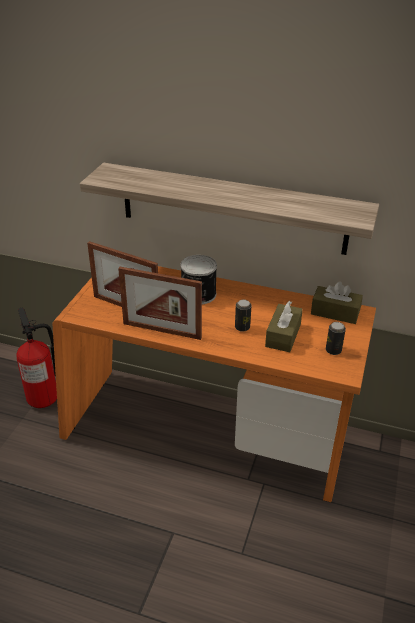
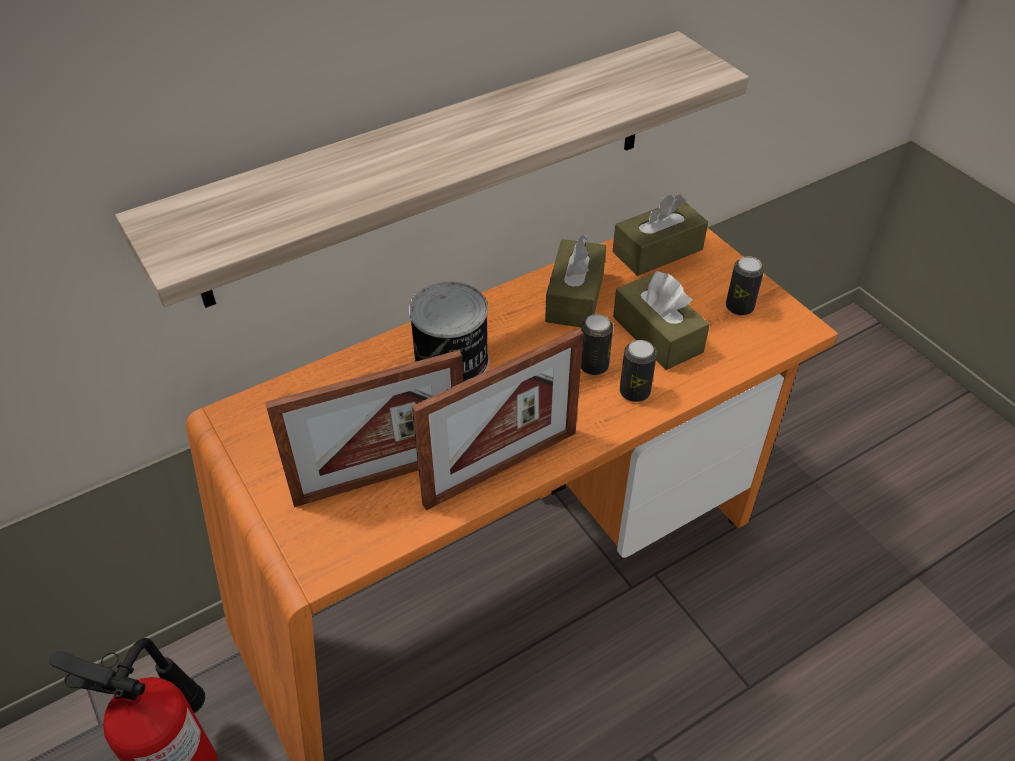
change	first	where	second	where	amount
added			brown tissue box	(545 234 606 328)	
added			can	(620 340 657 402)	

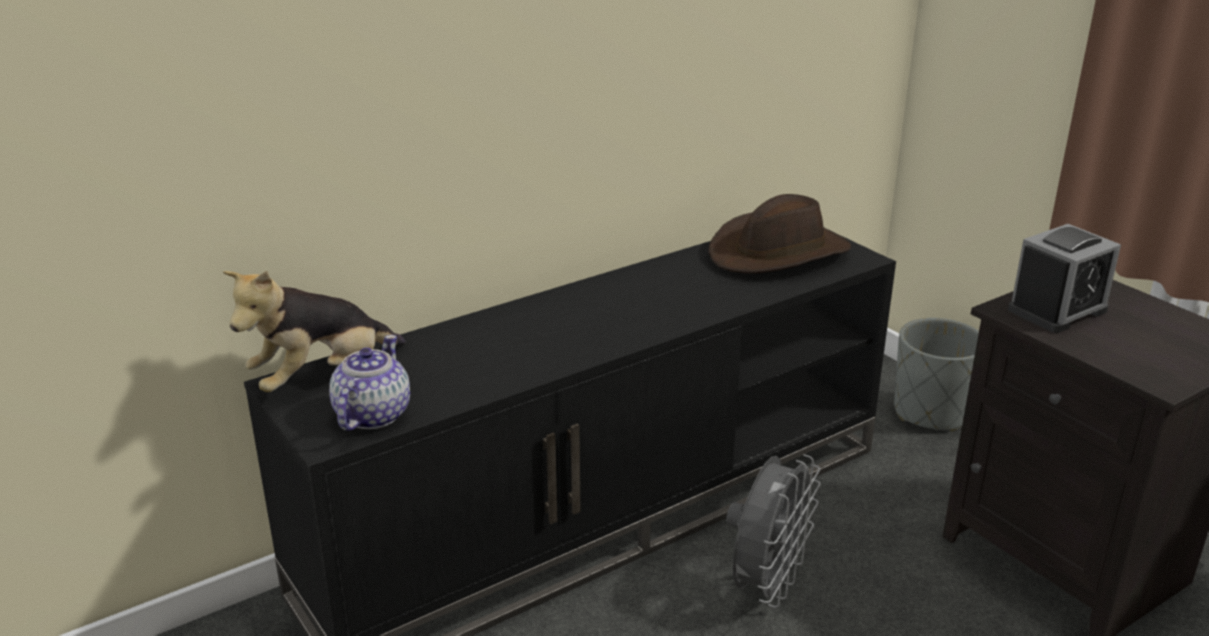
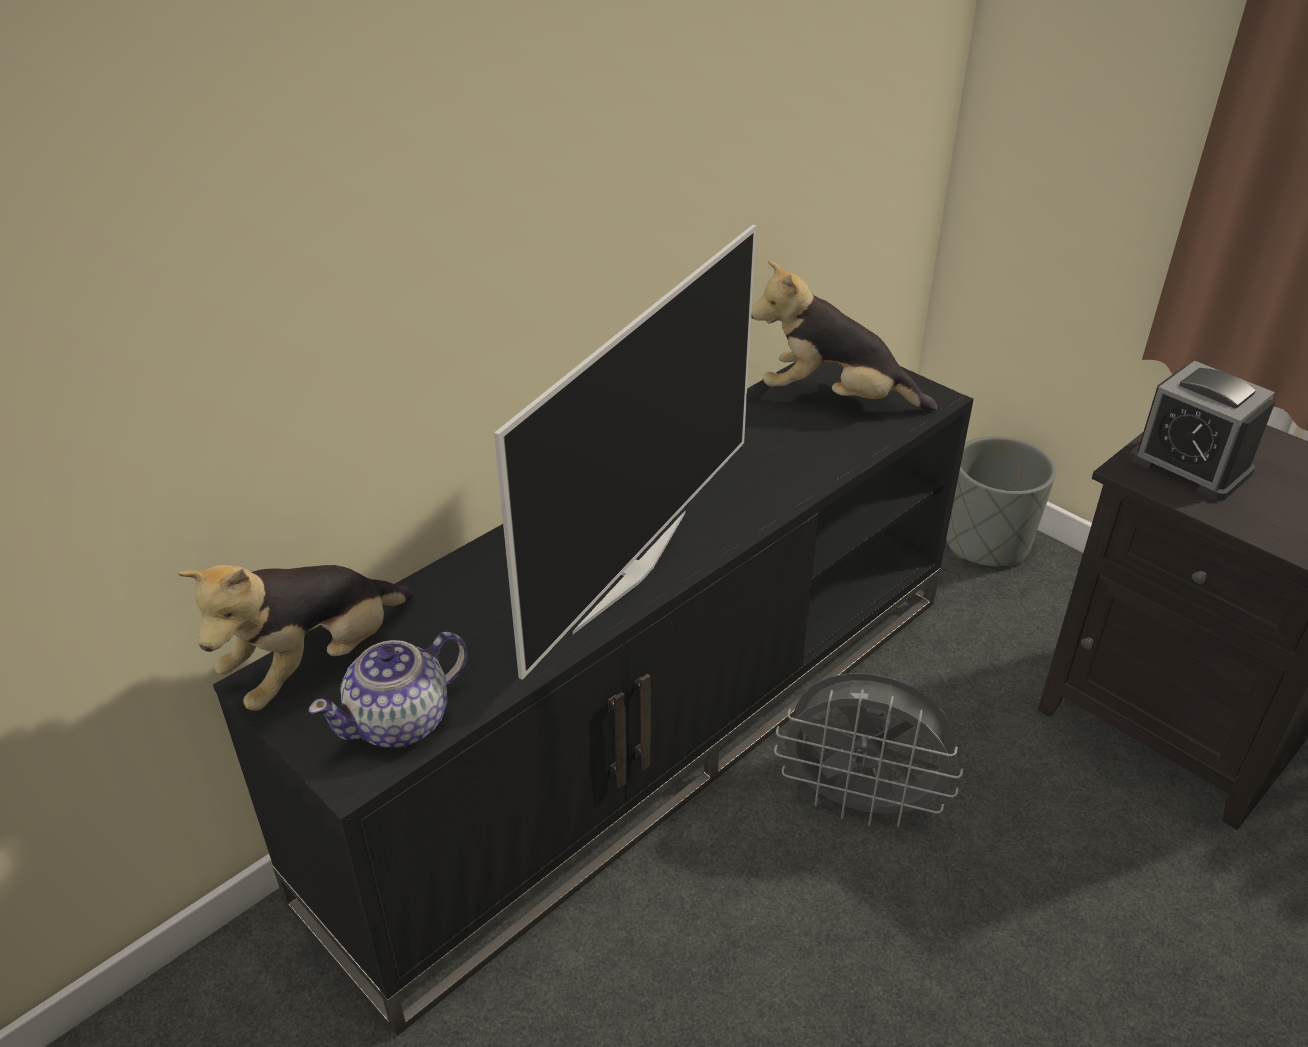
change	first	where	second	where	amount
added			television	(494 225 756 680)	
replaced	brown hat	(708 194 851 274)	plush toy	(751 260 937 411)	
turned	teapot	(329 335 410 431)		(309 631 468 748)	135 degrees counterclockwise
turned	grey fan	(726 454 821 608)		(774 673 963 827)	90 degrees clockwise
turned	alarm clock	(1008 224 1121 333)		(1130 361 1275 501)	90 degrees clockwise

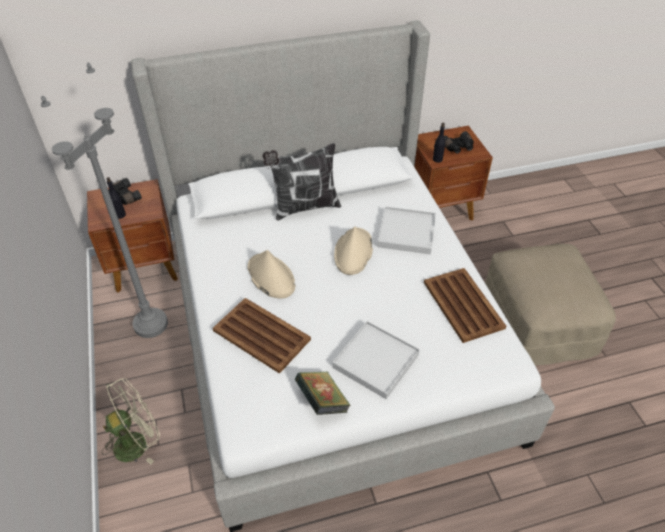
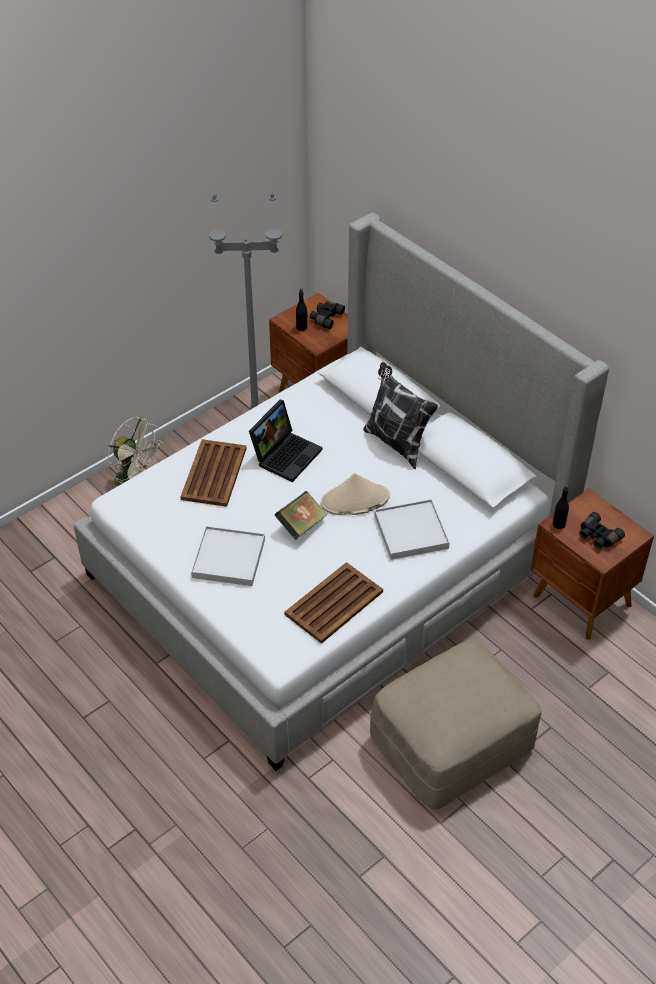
change	first	where	second	where	amount
moved	book	(295 372 350 415)		(275 491 327 540)	
replaced	beige hat	(247 250 295 299)	laptop	(249 400 322 482)	

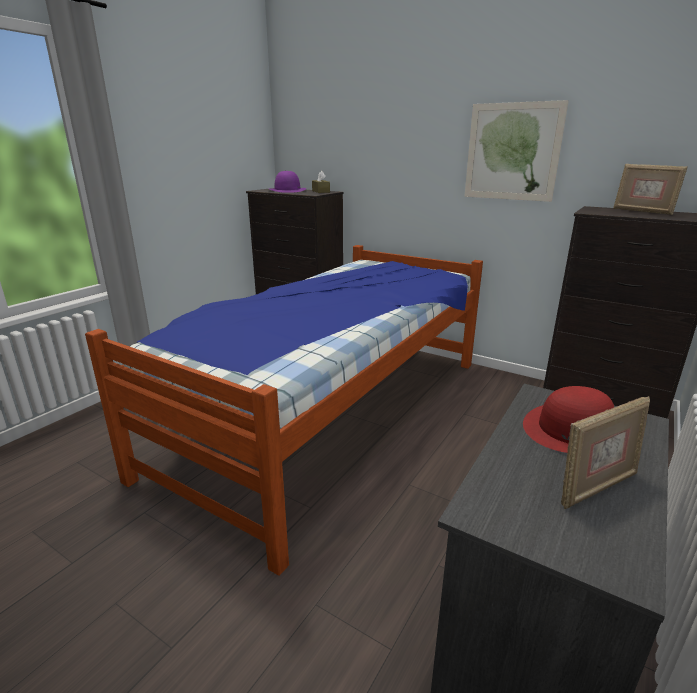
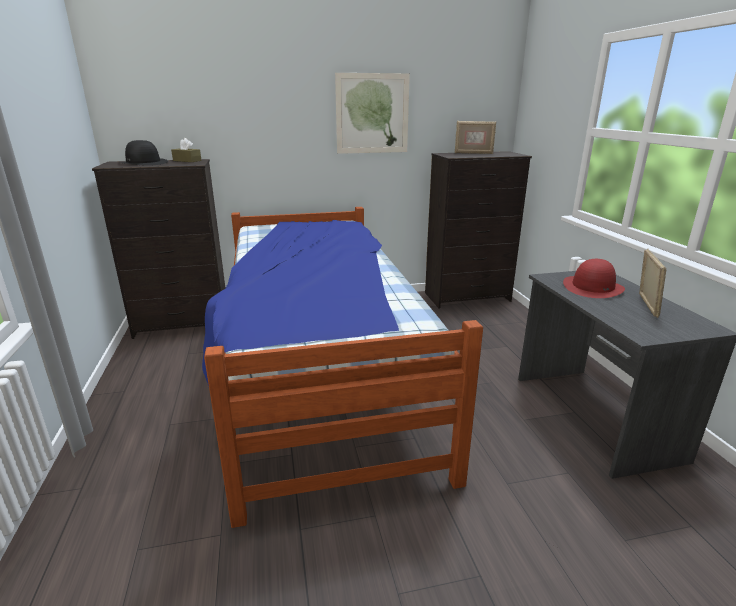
change	first	where	second	where	amount
recoloured	purple hat	(270 171 306 193)	black hat	(122 140 168 166)	

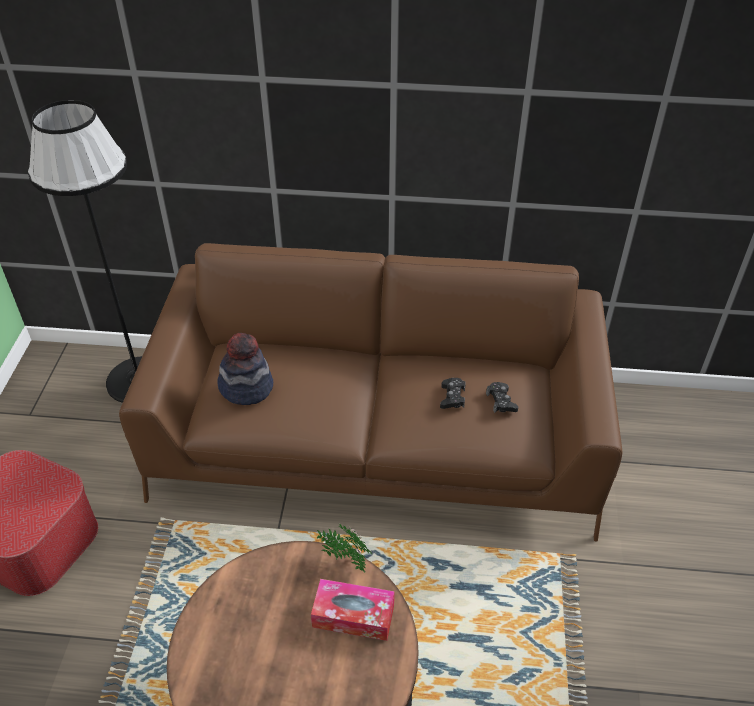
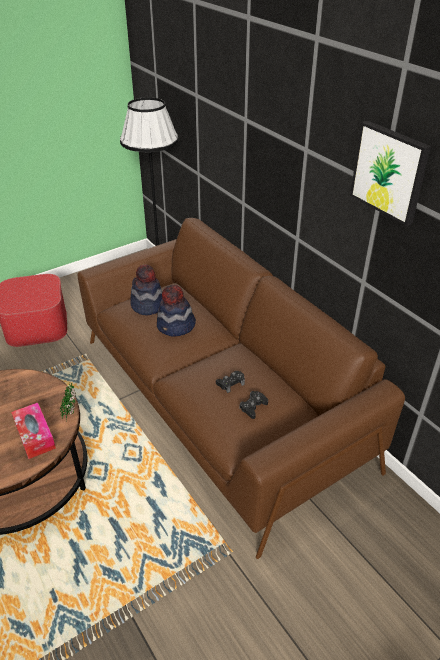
change	first	where	second	where	amount
added			hat	(157 285 196 337)	
added			picture	(350 121 431 226)	

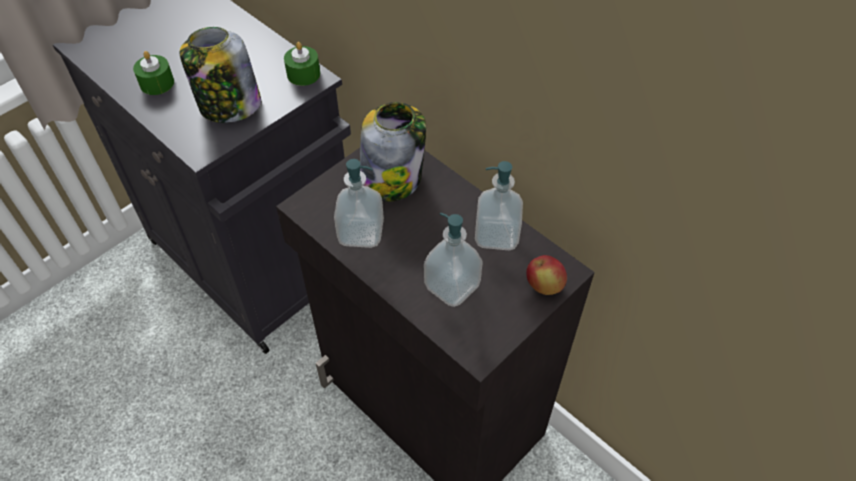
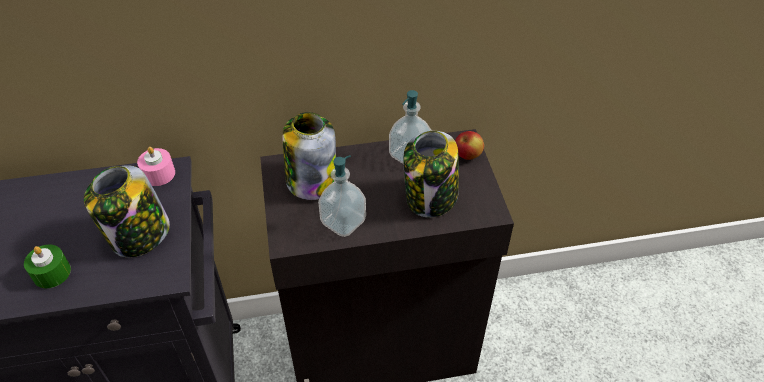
change	first	where	second	where	amount
replaced	soap dispenser	(424 213 483 307)	jar	(403 131 459 218)	
recoloured	green candle	(284 42 320 86)	pink candle	(137 147 175 186)	

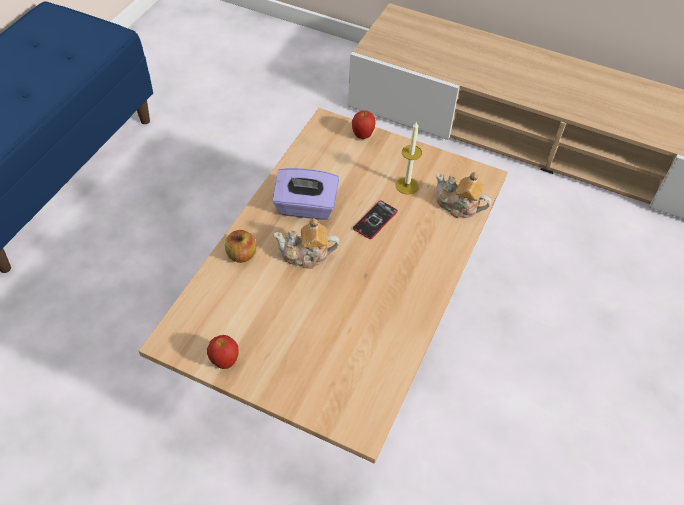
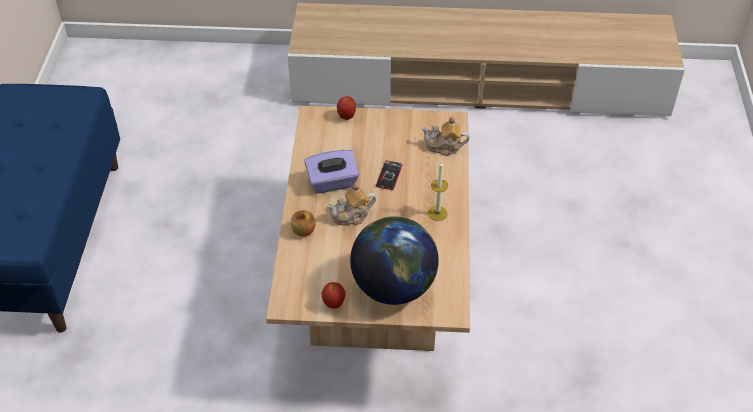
change	first	where	second	where	amount
added			globe	(350 216 439 305)	
moved	candle	(396 121 422 195)		(428 161 448 221)	

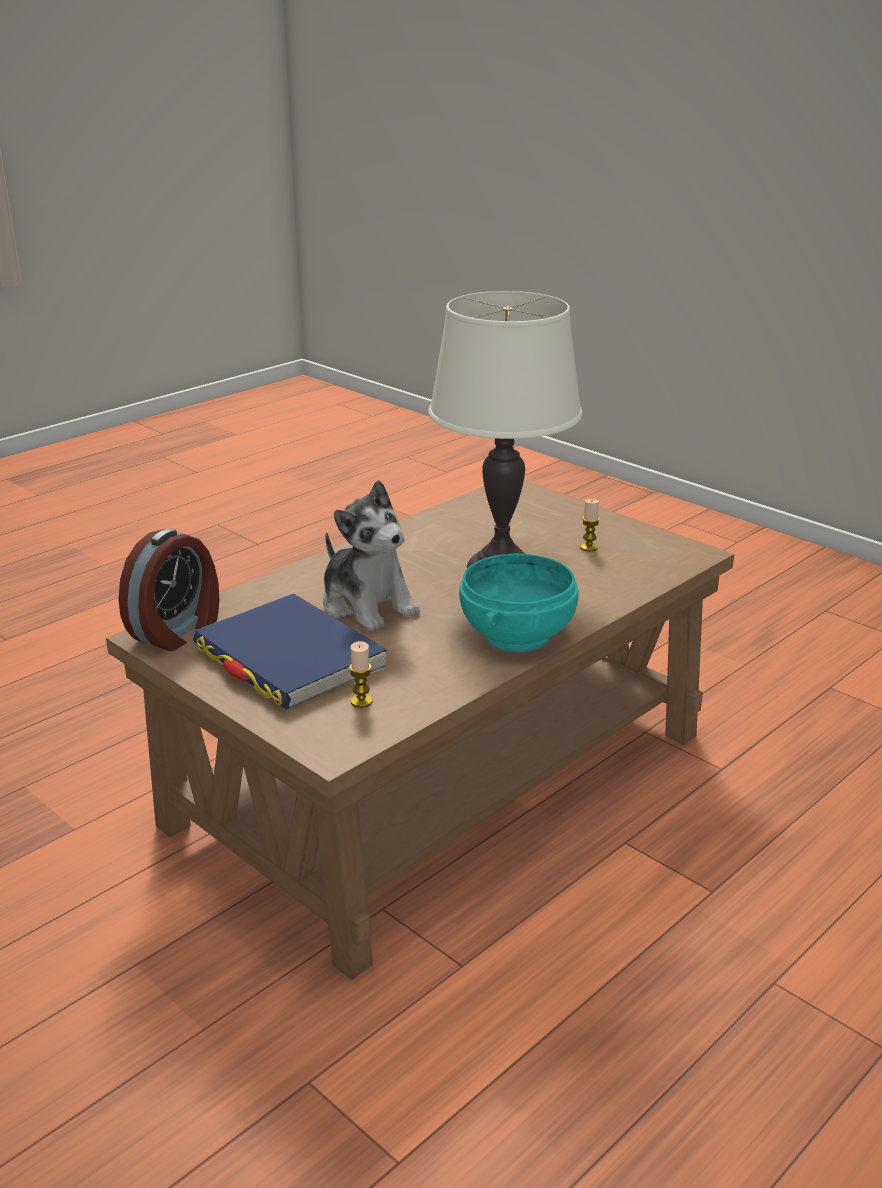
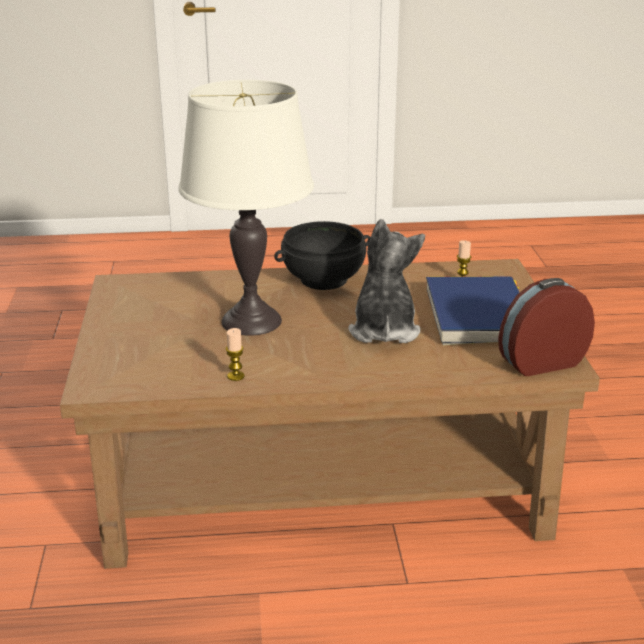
change	first	where	second	where	amount
moved	candle	(581 499 600 551)		(226 328 245 381)	
recoloured	turquoise bowl	(459 554 579 652)	black bowl	(274 221 371 290)	

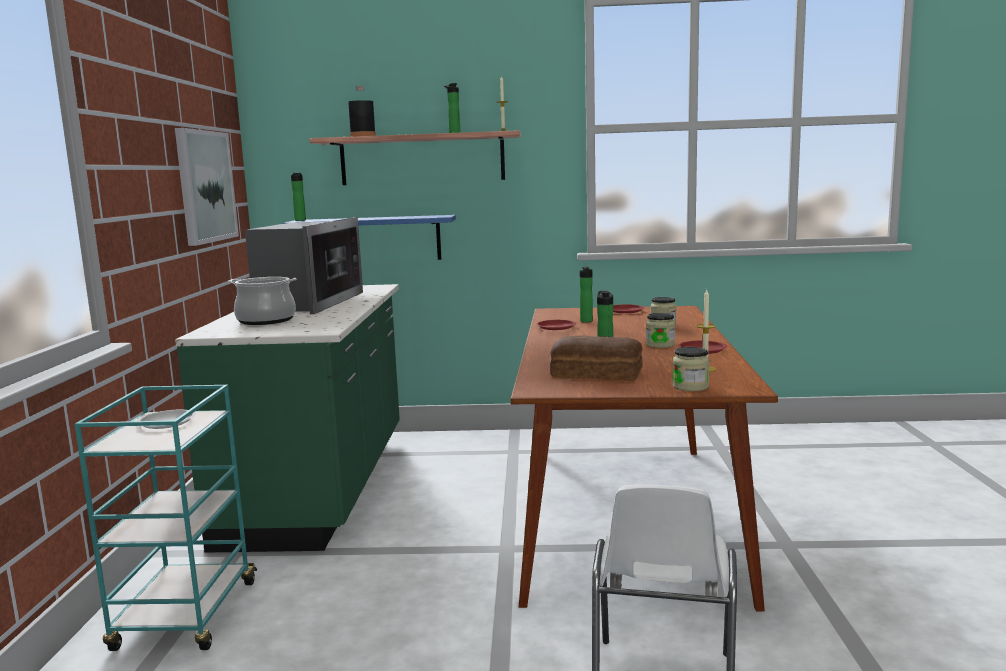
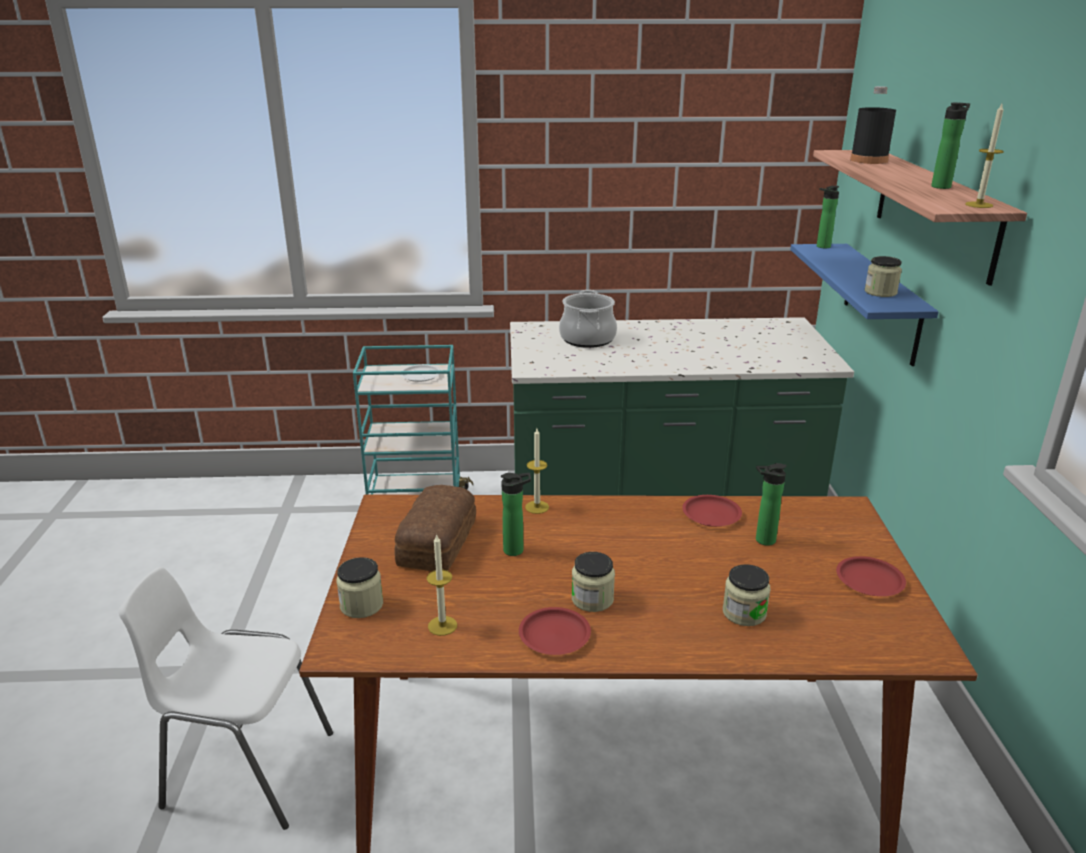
change	first	where	second	where	amount
removed	picture	(175 128 239 246)			
removed	microwave	(245 217 363 314)			
added			candle	(525 428 549 514)	
added			jar	(865 256 902 297)	

